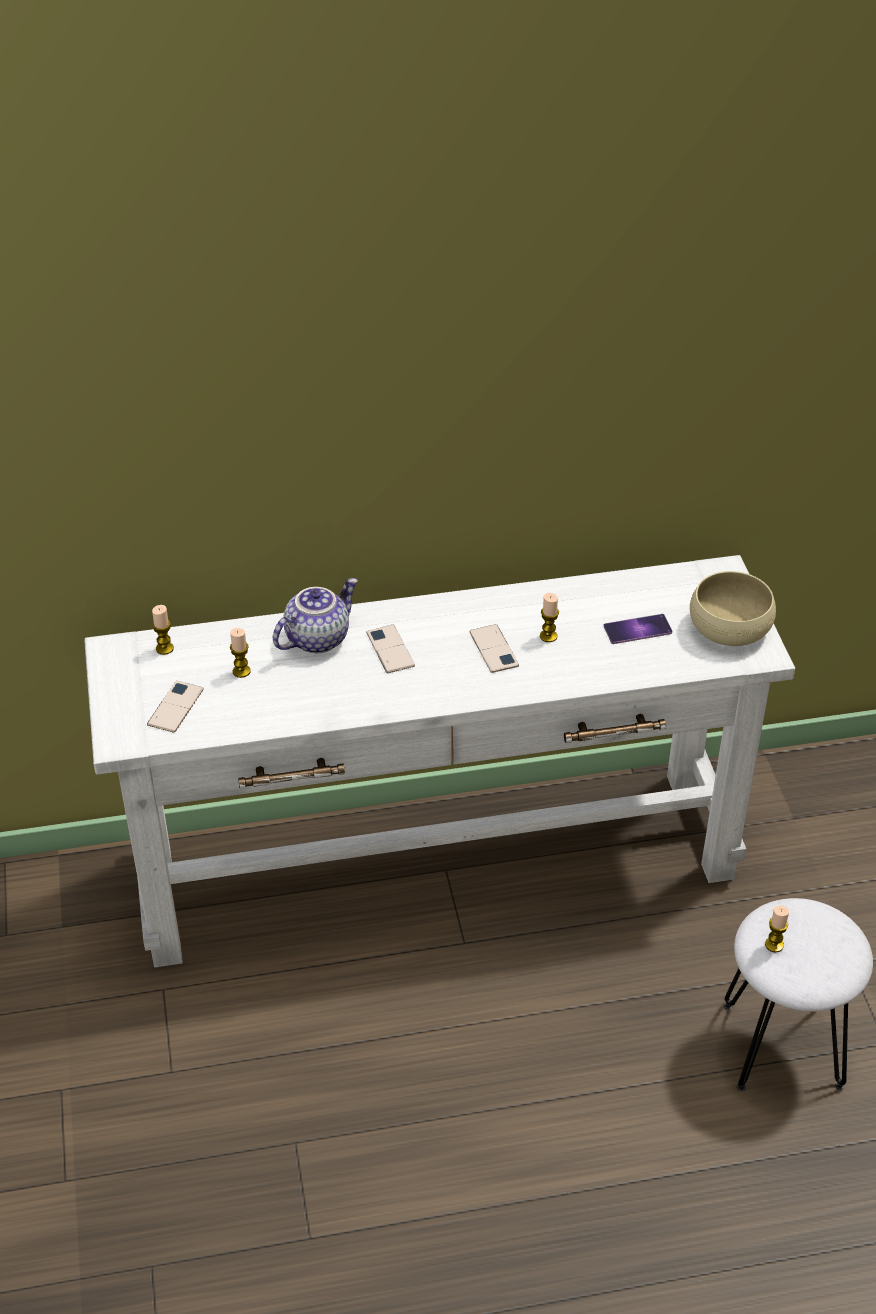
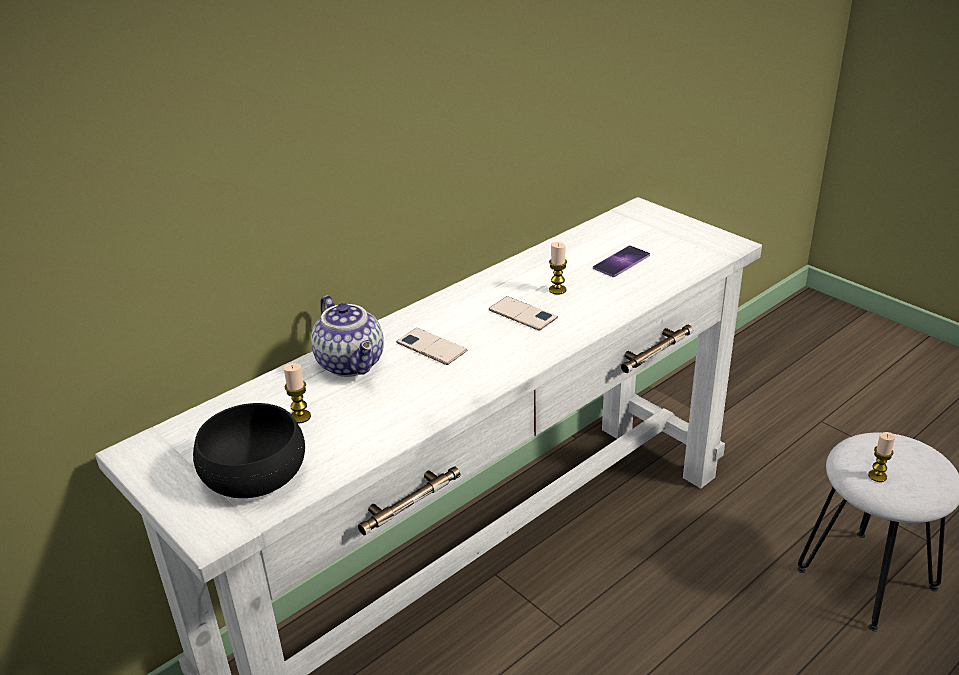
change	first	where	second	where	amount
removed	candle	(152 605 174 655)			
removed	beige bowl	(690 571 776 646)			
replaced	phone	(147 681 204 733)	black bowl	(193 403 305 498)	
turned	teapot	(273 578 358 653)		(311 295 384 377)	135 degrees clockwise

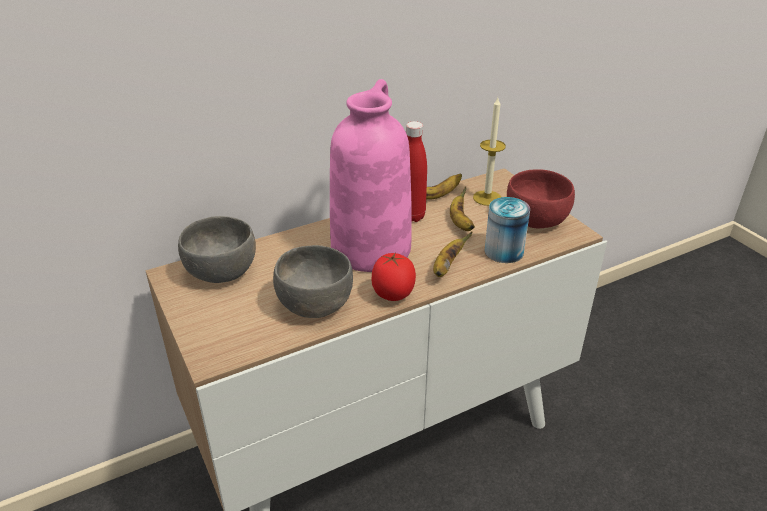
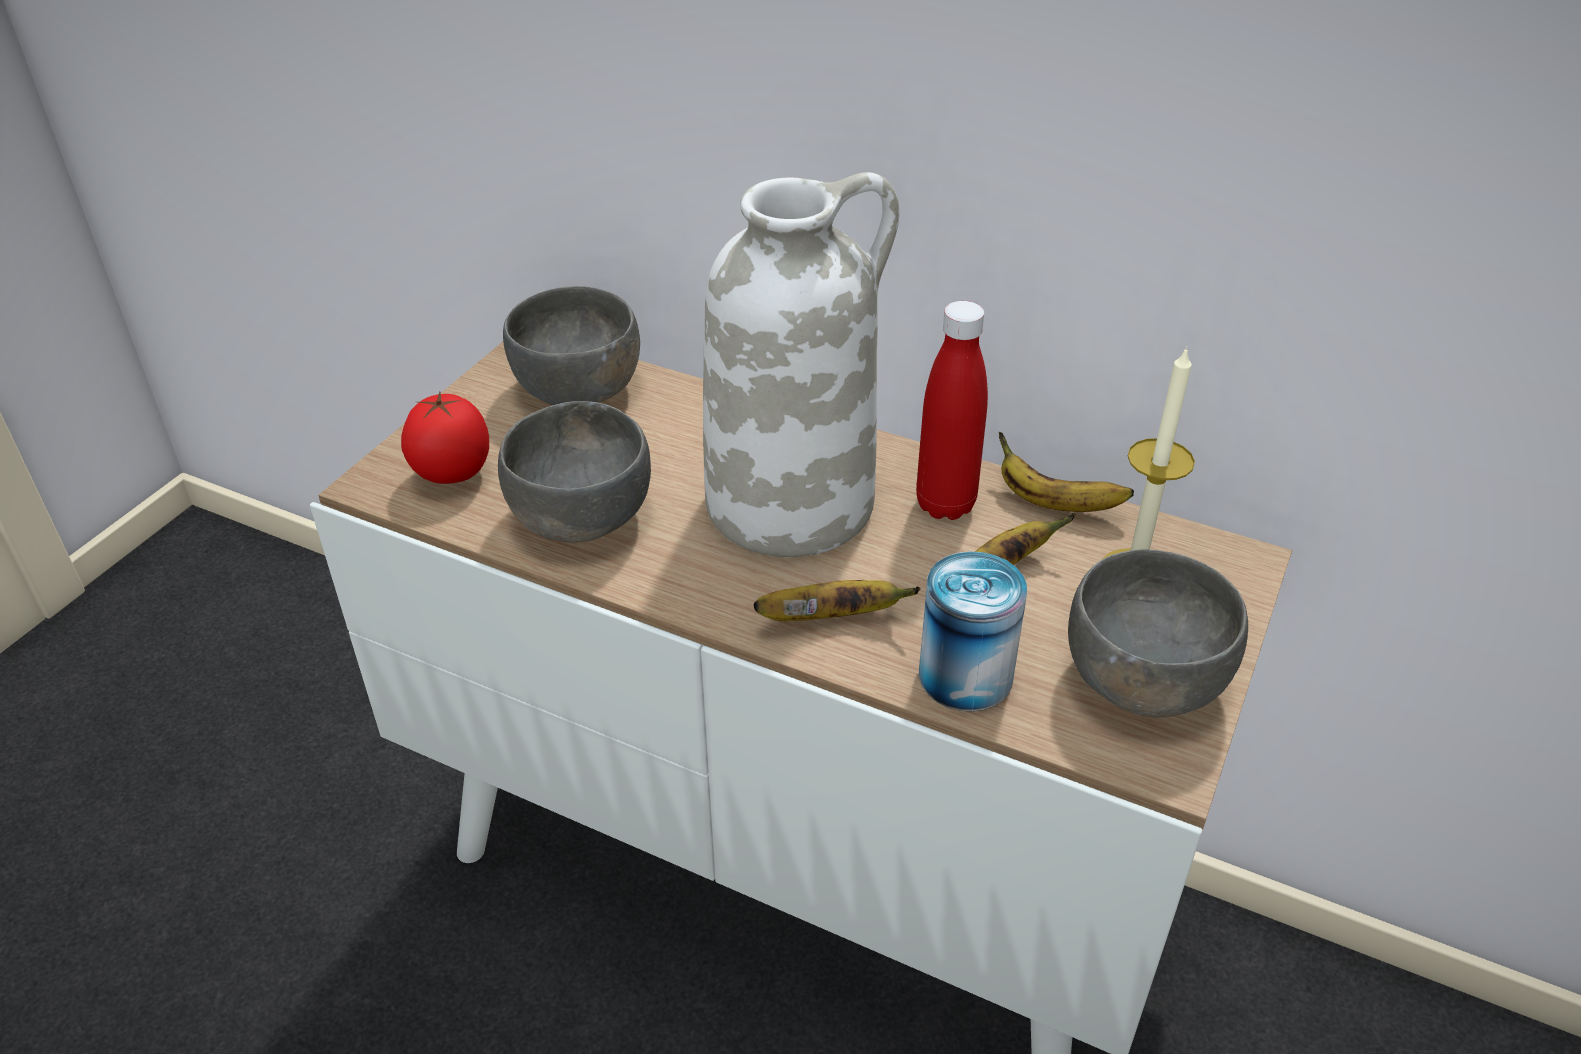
change	first	where	second	where	amount
moved	tomato	(372 253 416 301)		(401 392 489 484)	
recoloured	pink vase	(330 79 412 272)	white vase	(703 172 899 557)	
recoloured	red bowl	(507 169 575 228)	grey bowl	(1068 549 1248 718)	

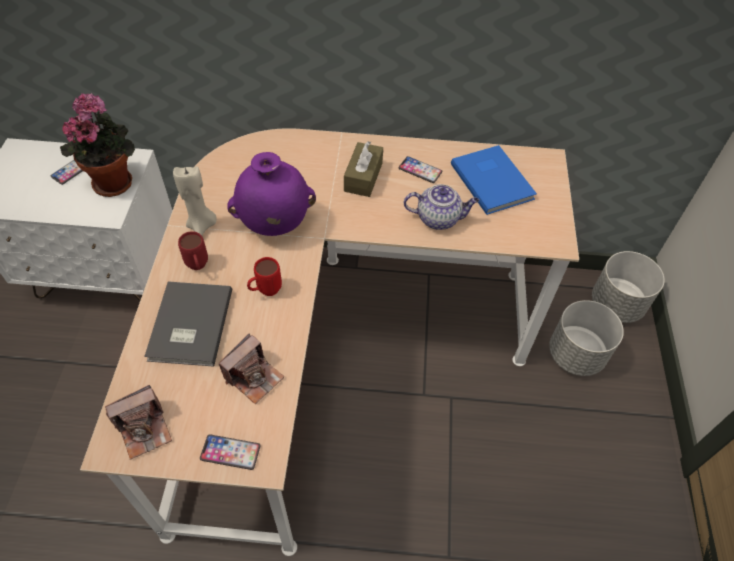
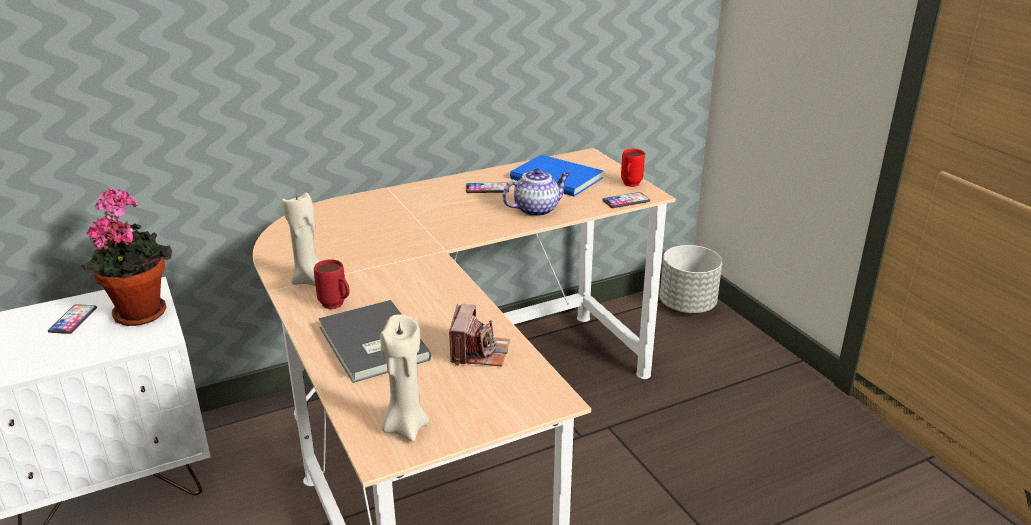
change	first	where	second	where	amount
removed	purple vase	(227 152 316 236)			
removed	brown tissue box	(344 141 383 197)			
removed	grey planter	(549 300 624 376)			
moved	phone	(200 434 261 470)		(602 192 650 208)	
moved	red mug	(247 257 282 296)		(621 149 645 187)	
replaced	photo camera	(105 385 172 460)	beige candle	(380 314 429 442)	

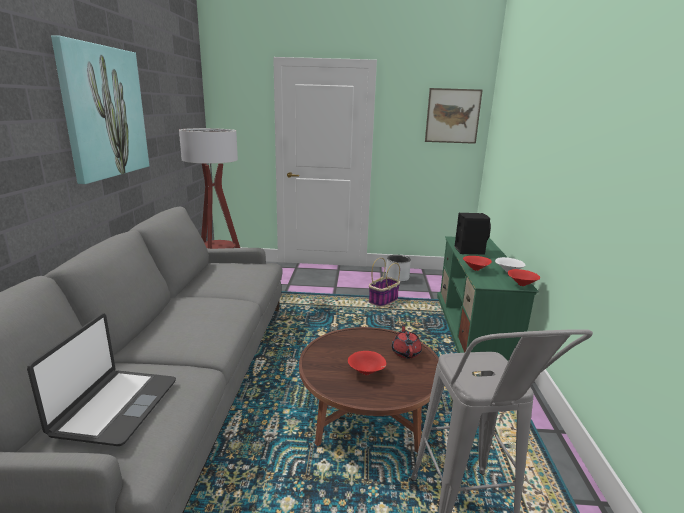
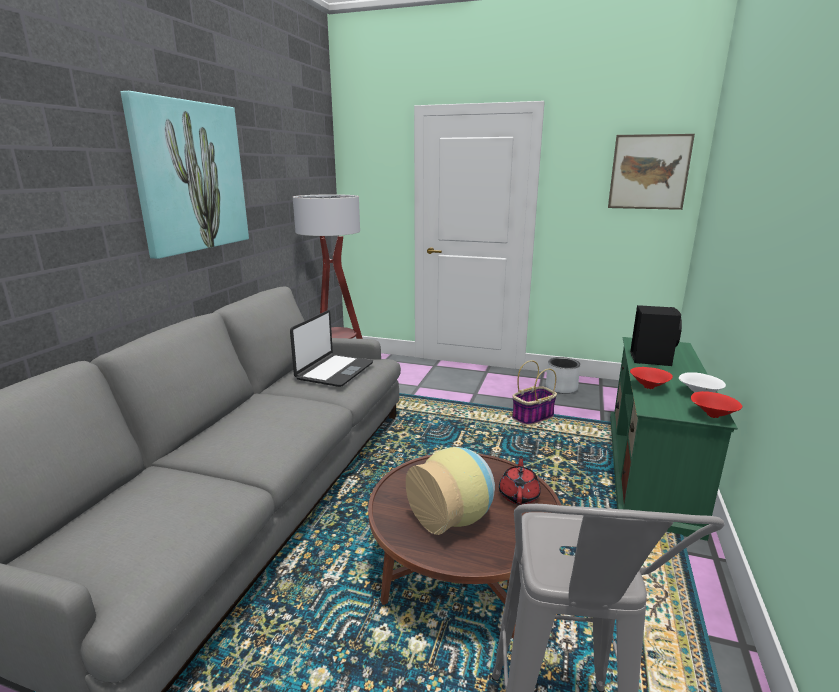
change	first	where	second	where	amount
moved	laptop	(27 314 176 446)		(290 310 373 387)	
replaced	red bowl	(348 351 386 375)	vase	(406 447 495 535)	

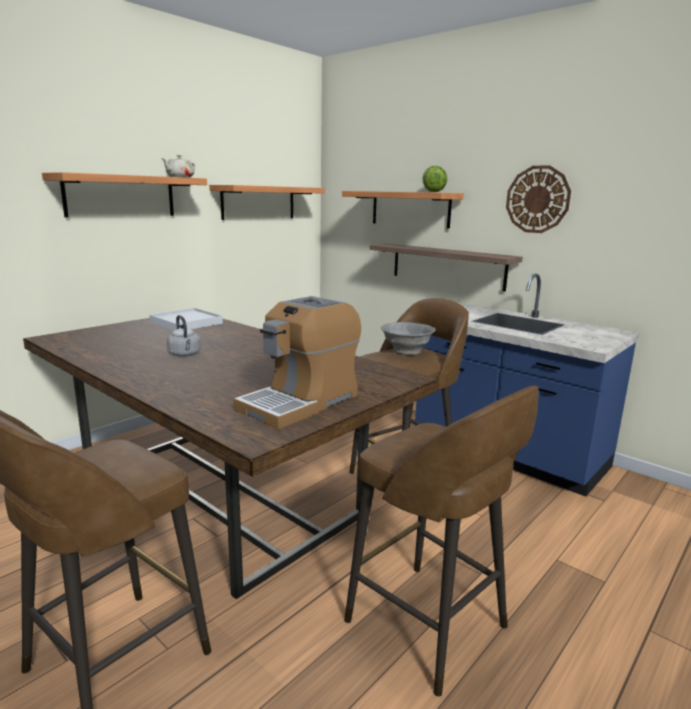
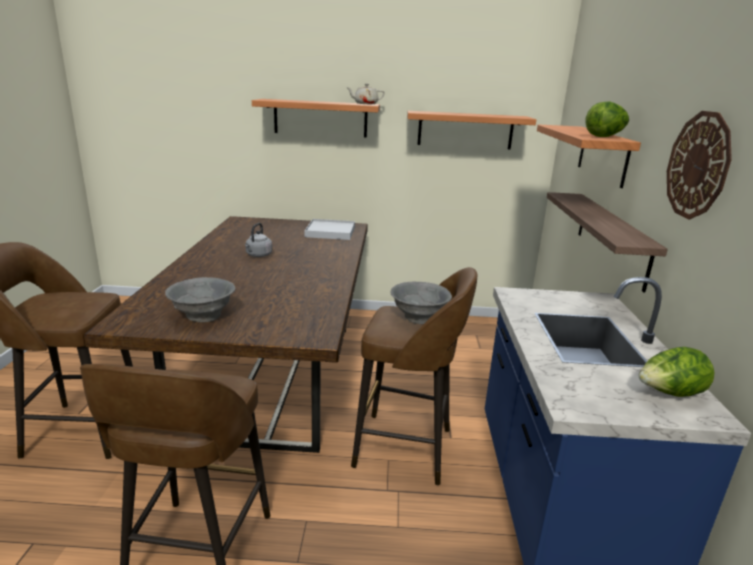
change	first	where	second	where	amount
added			lettuce	(639 347 714 397)	
replaced	coffee machine	(233 296 361 429)	grey bowl	(165 277 235 322)	

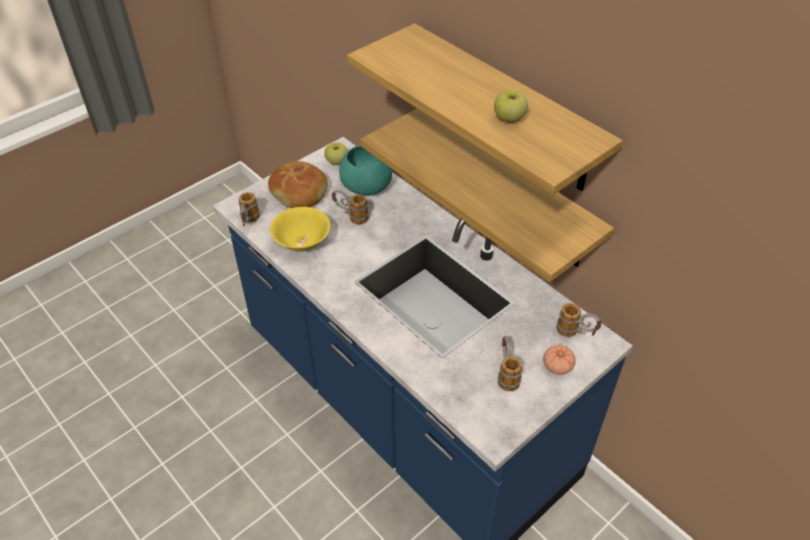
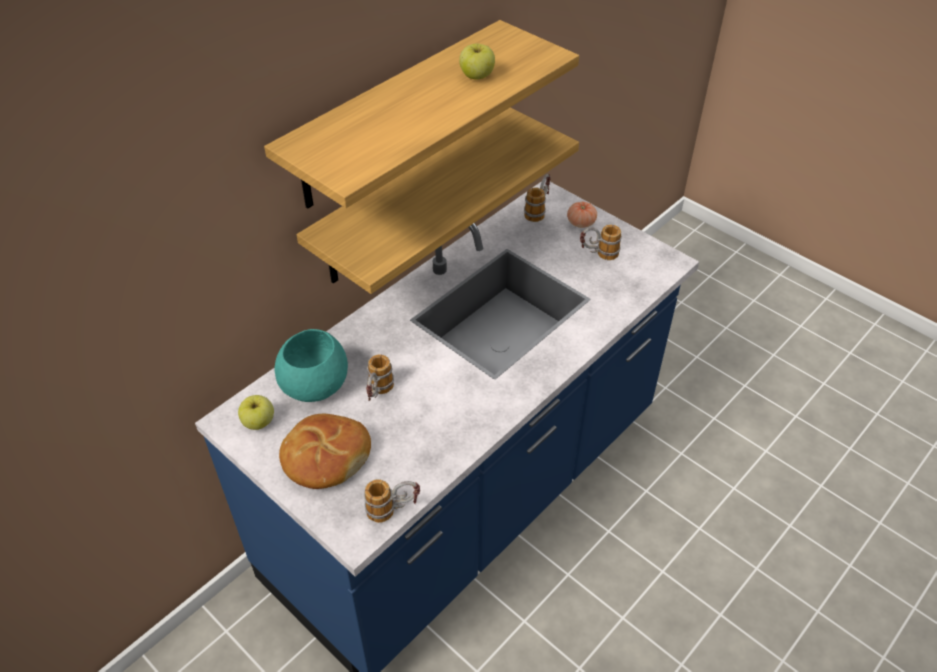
change	first	where	second	where	amount
removed	yellow bowl	(270 207 330 252)			

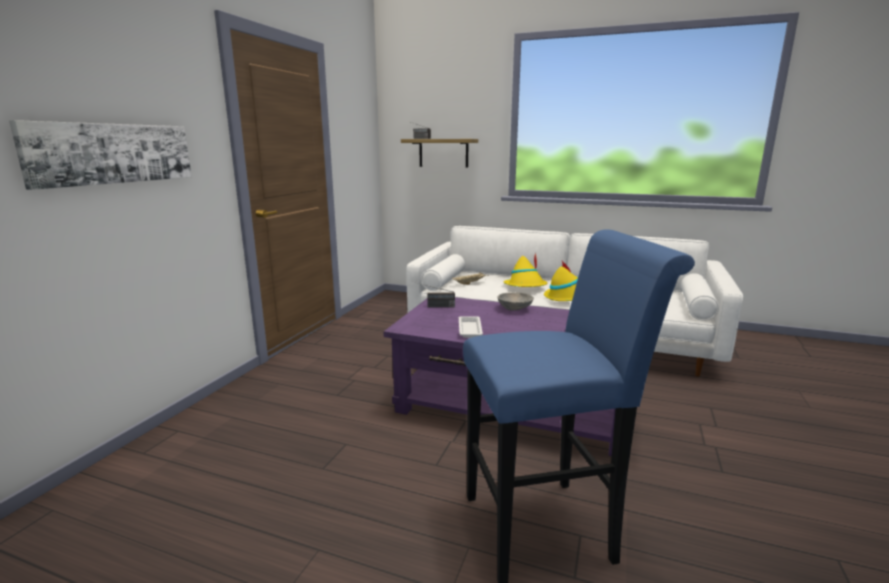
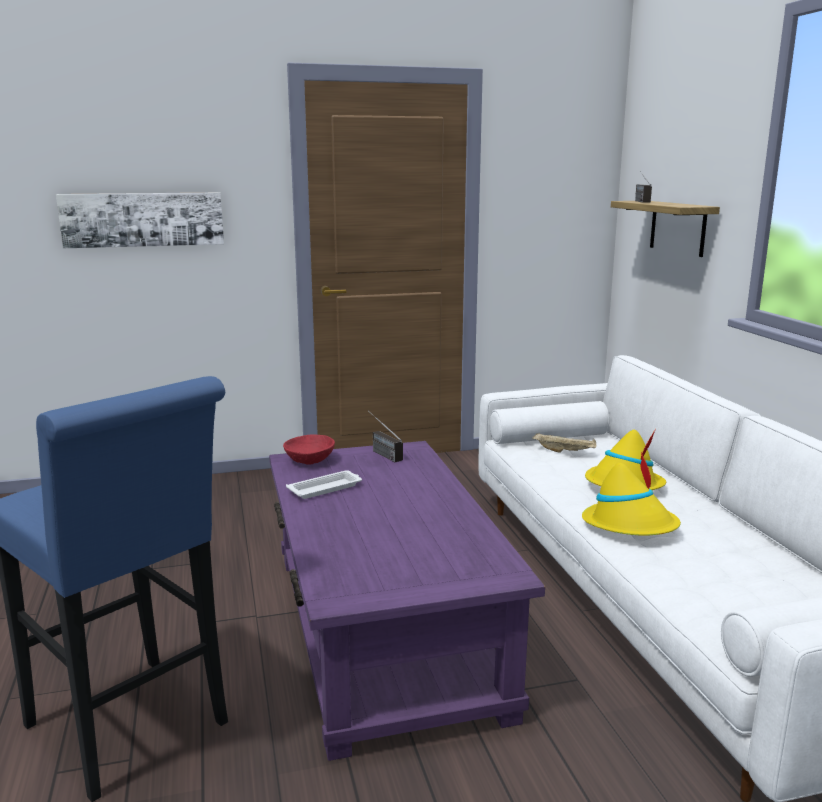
change	first	where	second	where	amount
removed	grey bowl	(497 292 534 311)			
added			red bowl	(283 434 335 465)	

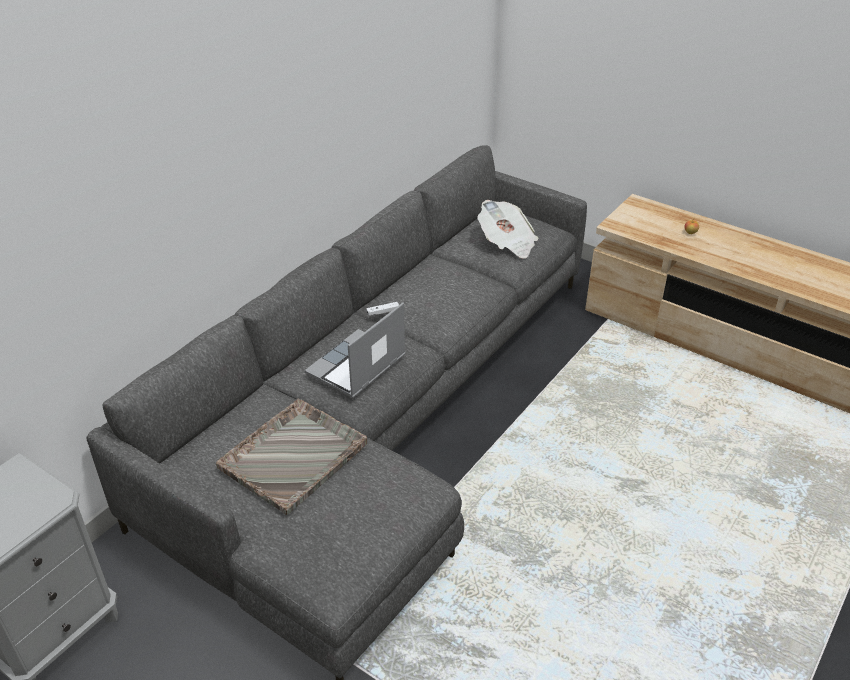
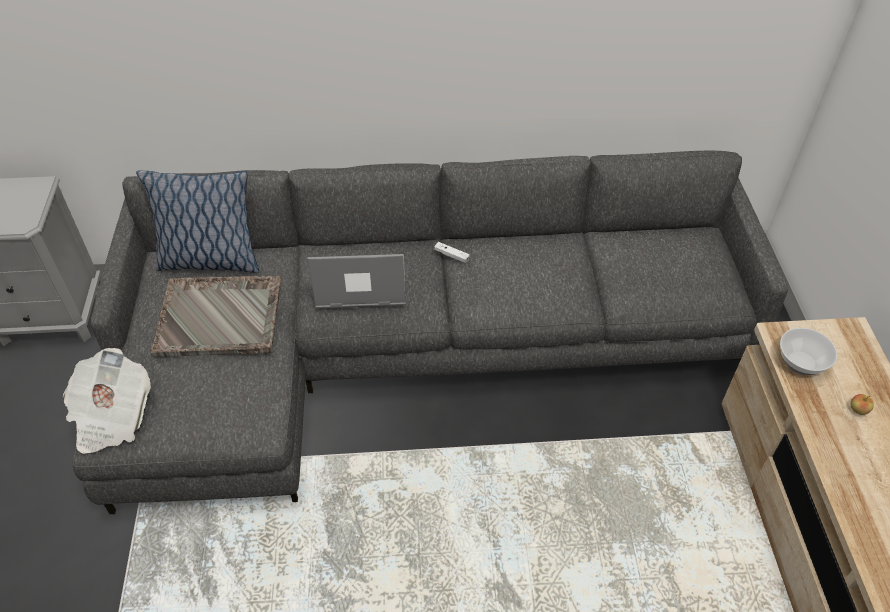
change	first	where	second	where	amount
added			pillow	(136 170 259 273)	
added			bowl	(780 328 837 375)	
moved	newspaper	(477 200 538 259)		(63 348 151 454)	

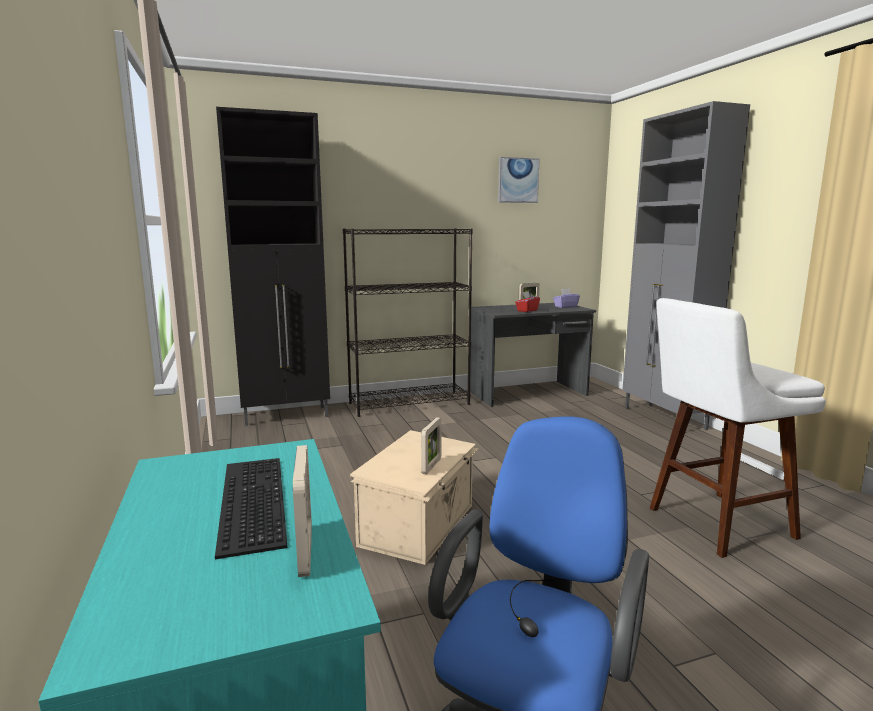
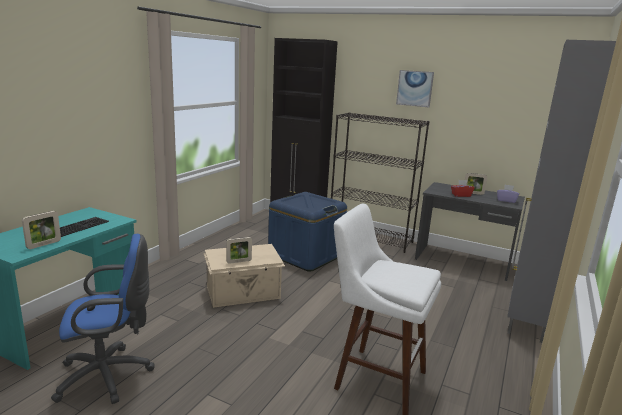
change	first	where	second	where	amount
added			blue storage box	(268 192 347 272)	
moved	picture	(498 157 540 203)		(396 70 434 107)	

